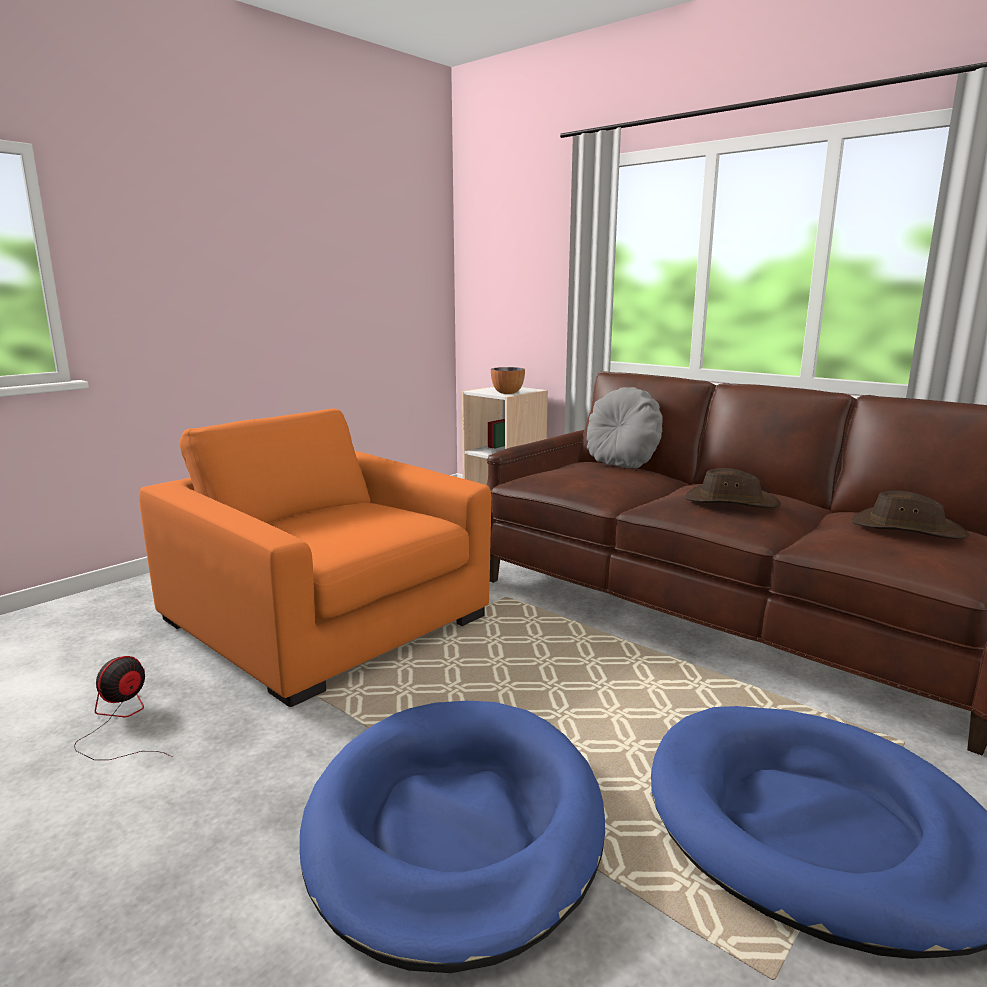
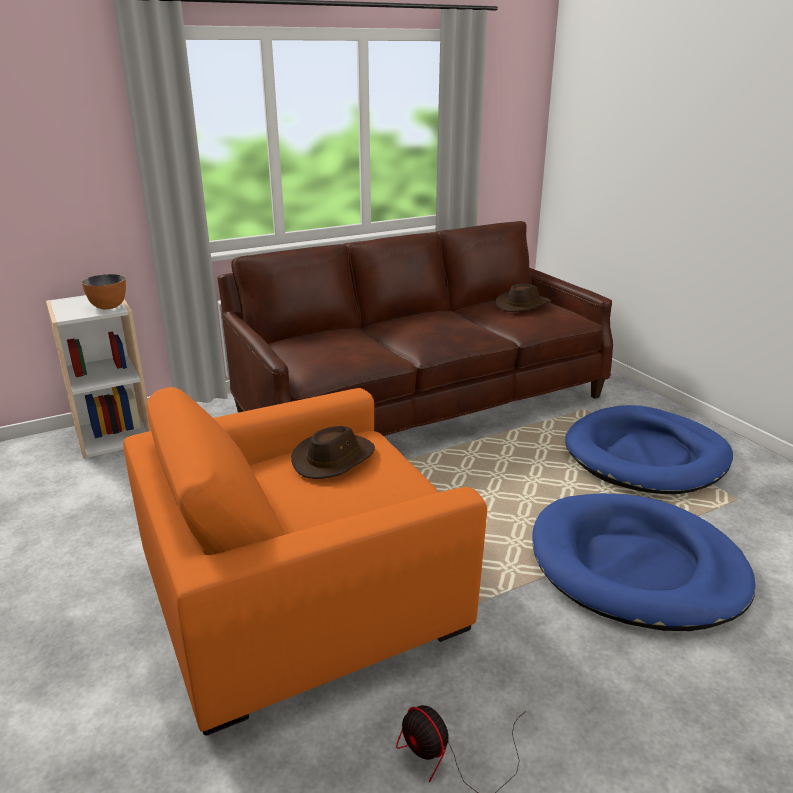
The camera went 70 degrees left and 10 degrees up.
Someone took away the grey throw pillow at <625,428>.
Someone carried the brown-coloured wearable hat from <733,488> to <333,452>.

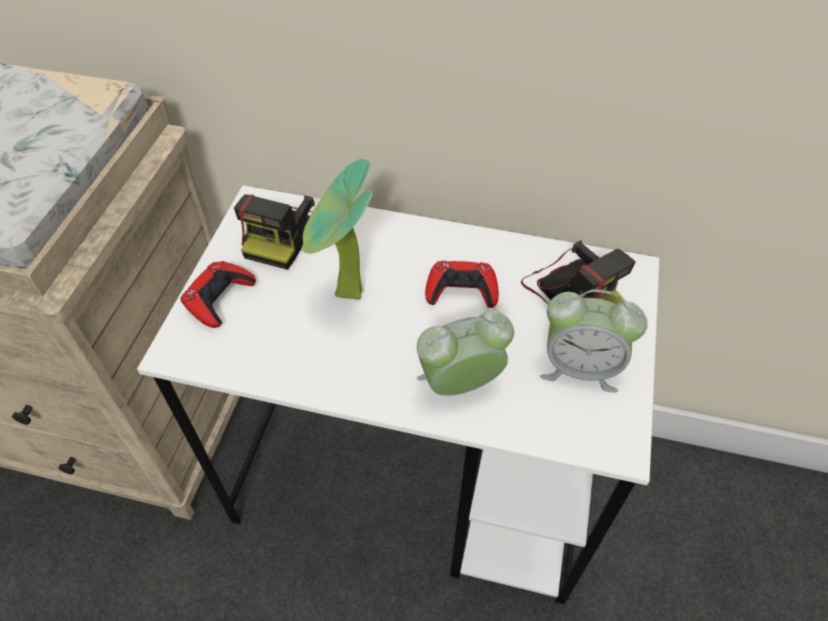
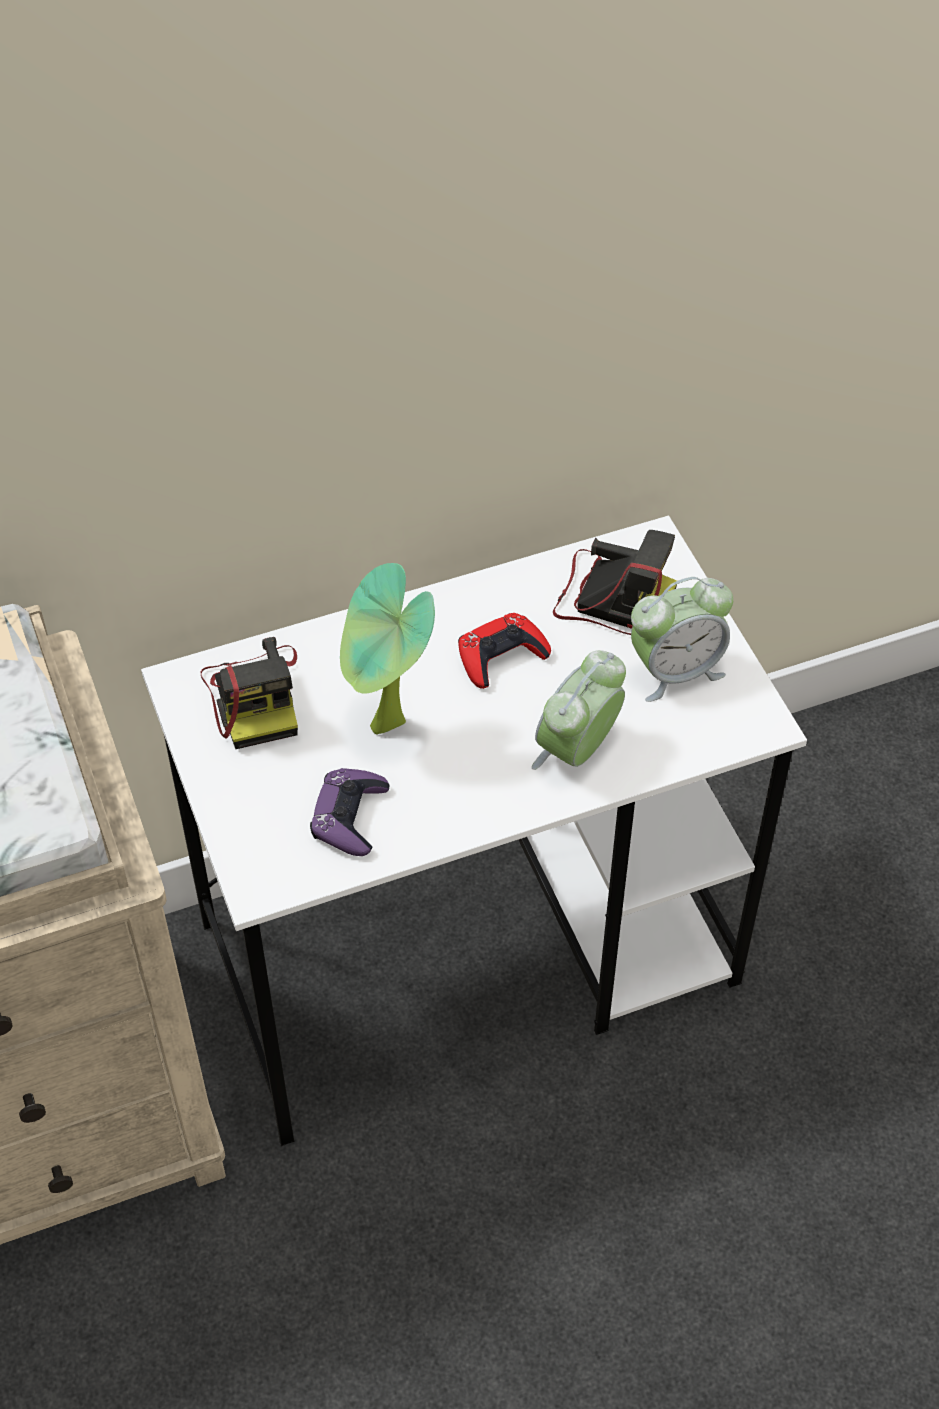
The camera went 35 degrees left and 0 degrees up.
Someone took away the red-coloured joypad at <218,294>.
Someone put down the purple joypad at <349,812>.

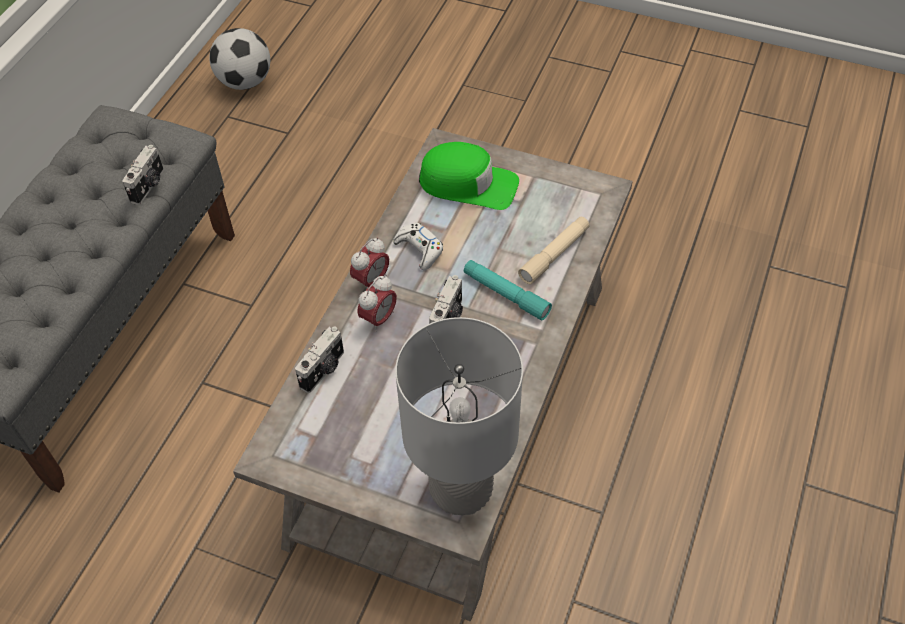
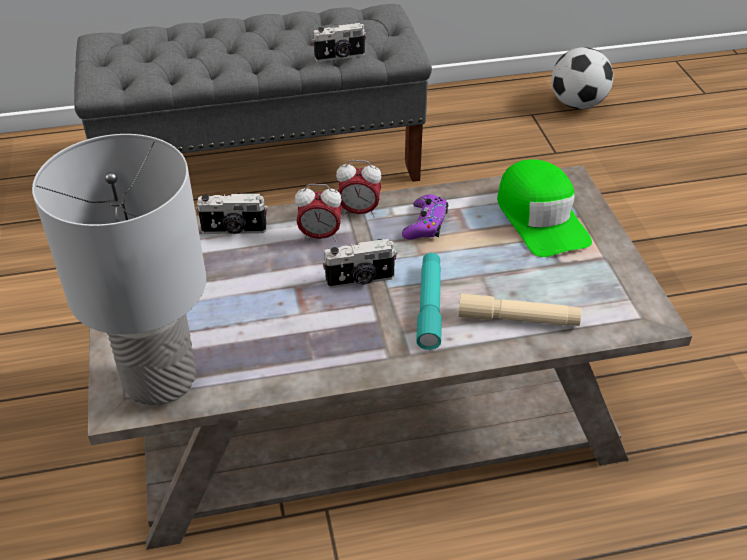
The camera went 55 degrees right and 10 degrees down.
Someone repainted the white joypad at <418,246>, which became the purple joypad at <425,216>.

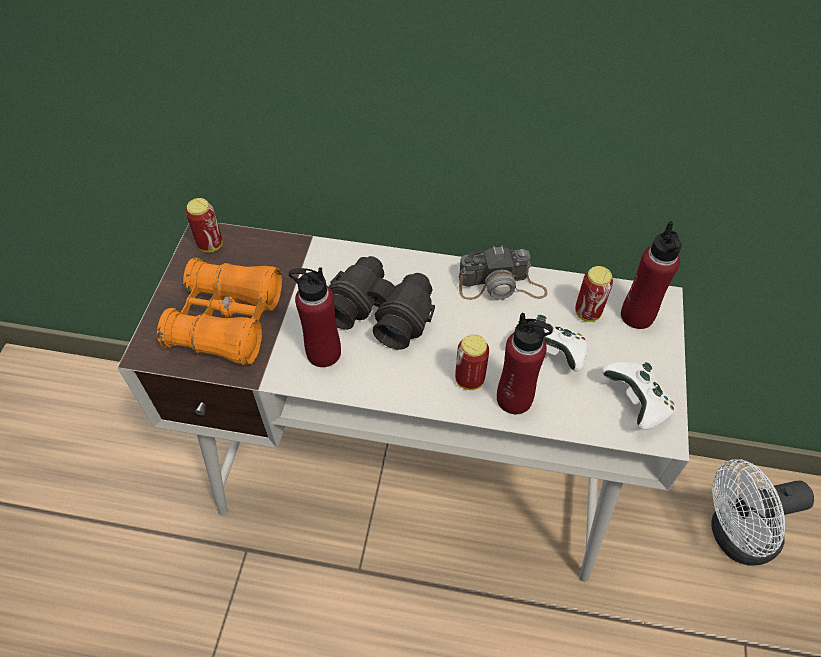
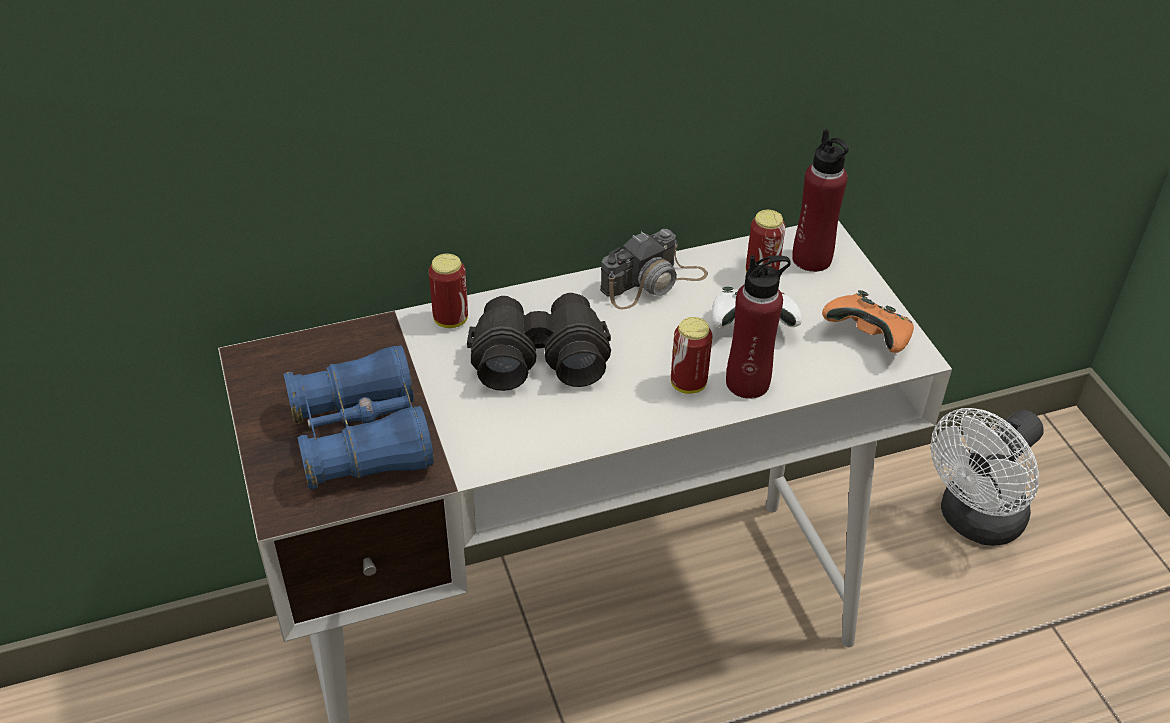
The camera went 30 degrees left and 10 degrees down.
Someone carried the metal can from <204,225> to <448,290>.
Someone repainted the orangey pair of binoculars at <219,311>, which became the blue pair of binoculars at <359,417>.
Someone took away the red-coloured bottle at <315,317>.
Someone repainted the white joypad at <639,396>, which became the orangey joypad at <868,321>.

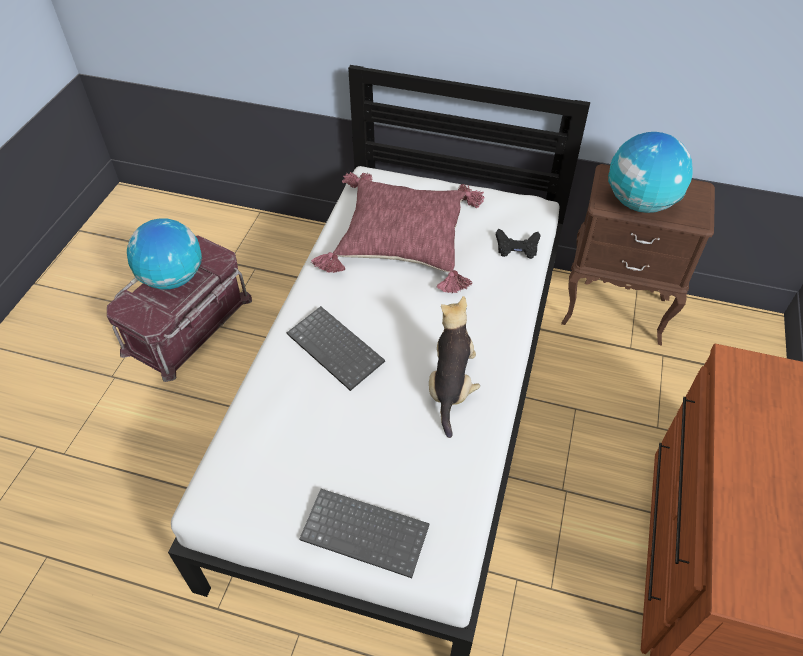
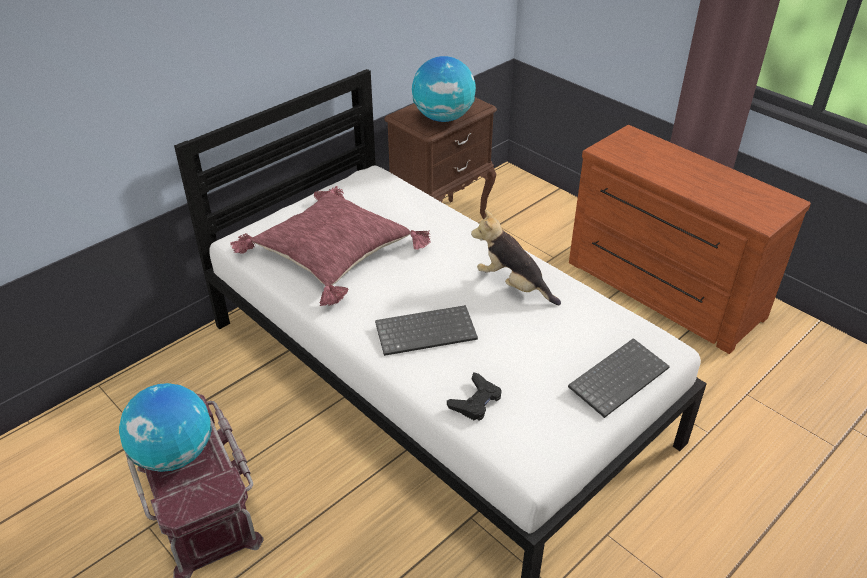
The camera went 60 degrees left and 10 degrees down.
Someone carried the black joypad from <518,244> to <474,396>.

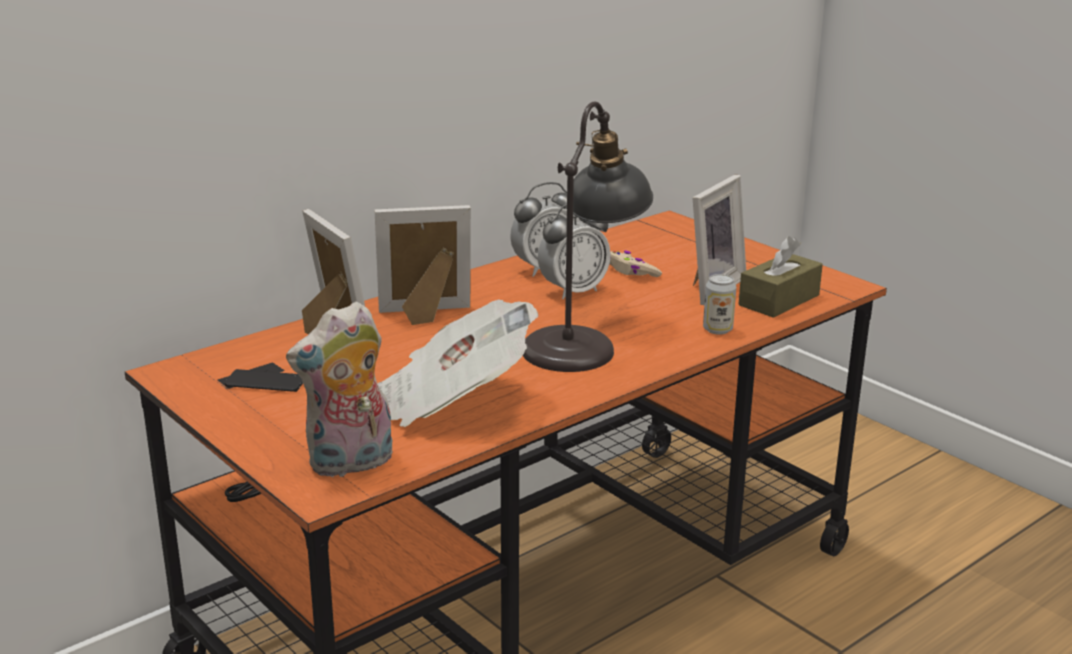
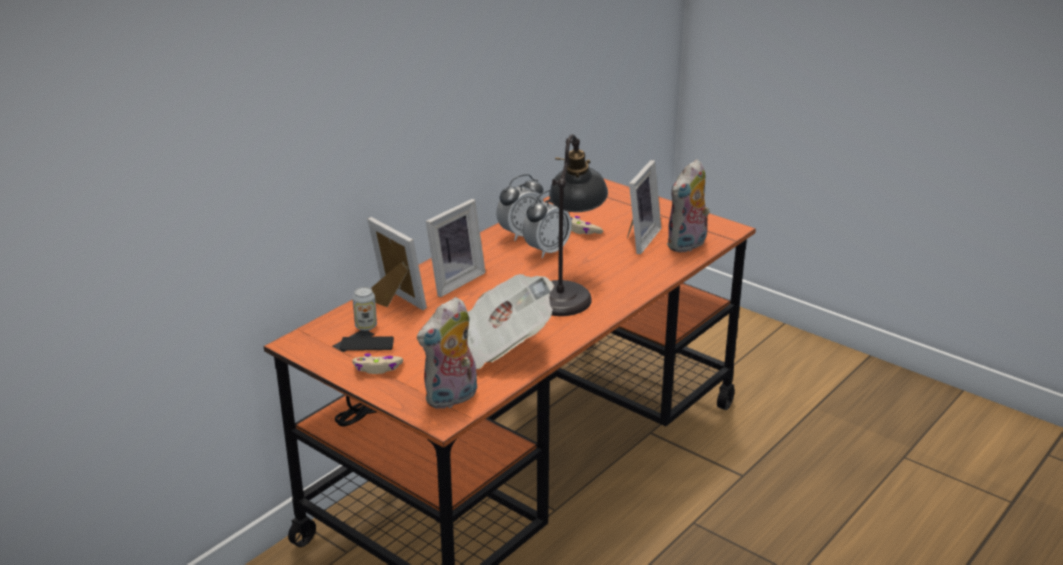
The camera went 10 degrees left and 5 degrees up.
Someone rotated the picture frame at <423,265> by 150 degrees clockwise.
Someone swapped the brown-coloured box of tissues at <781,277> for the plush toy at <688,206>.
Someone carried the metal can from <719,304> to <365,309>.
Someone put down the beige-coloured joypad at <377,363>.

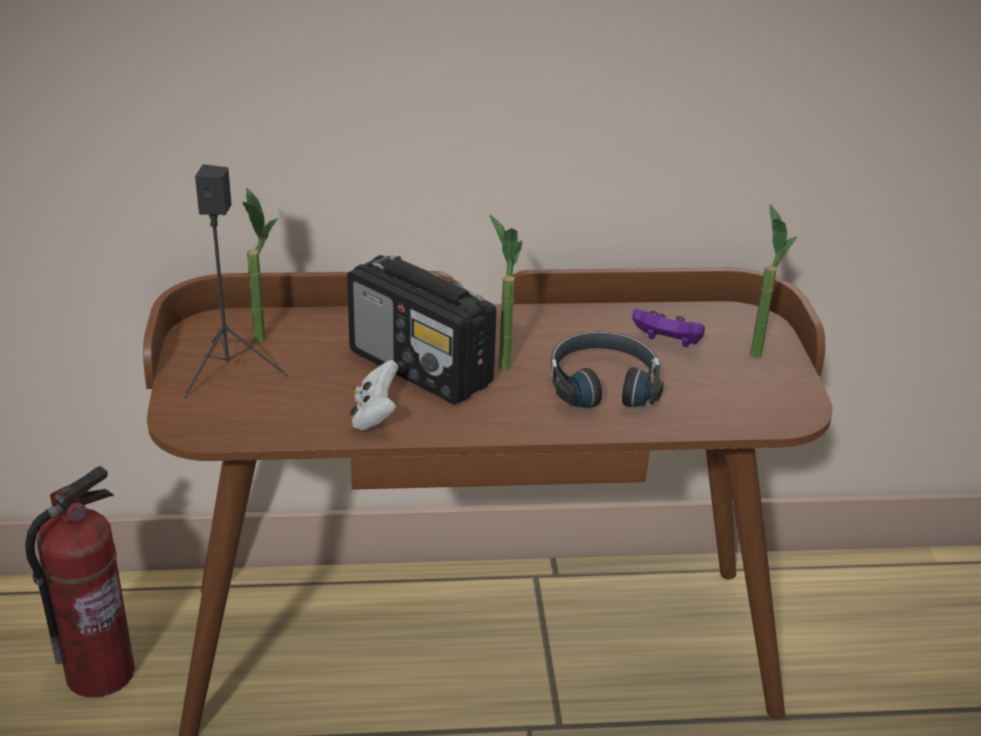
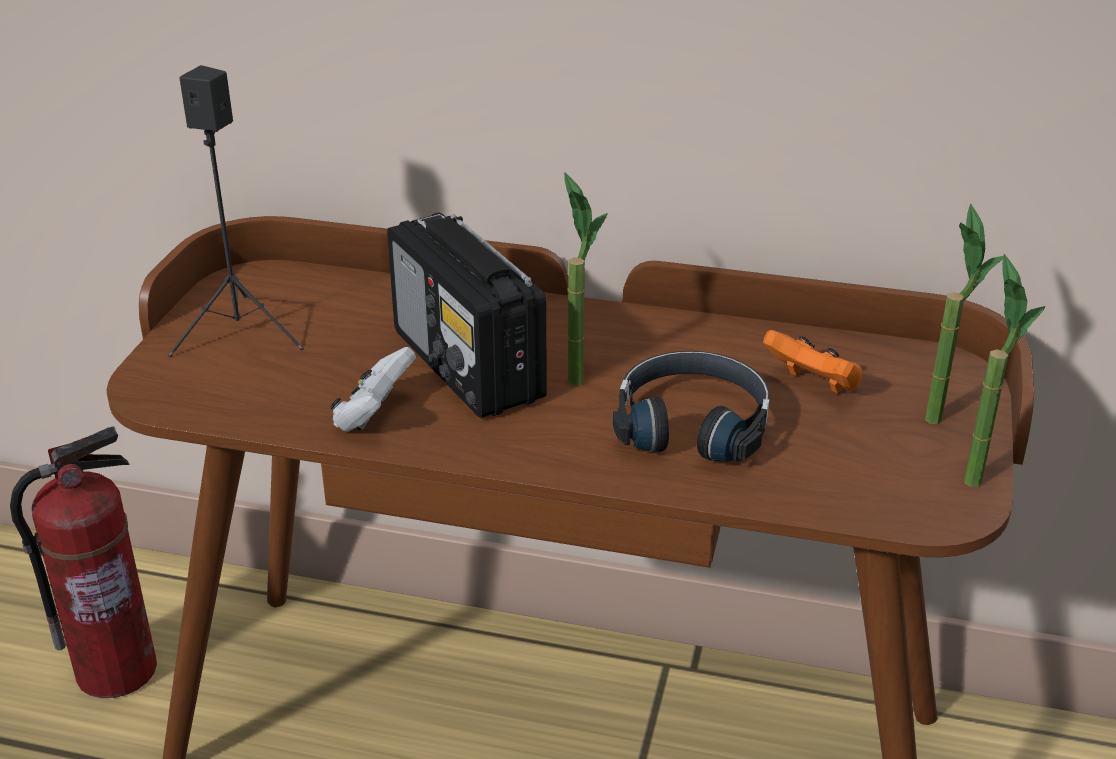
The camera went 20 degrees right and 0 degrees up.
Someone carried the potted plant from <260,265> to <1004,370>.
Someone repainted the purple joypad at <668,328>, which became the orangey joypad at <812,362>.

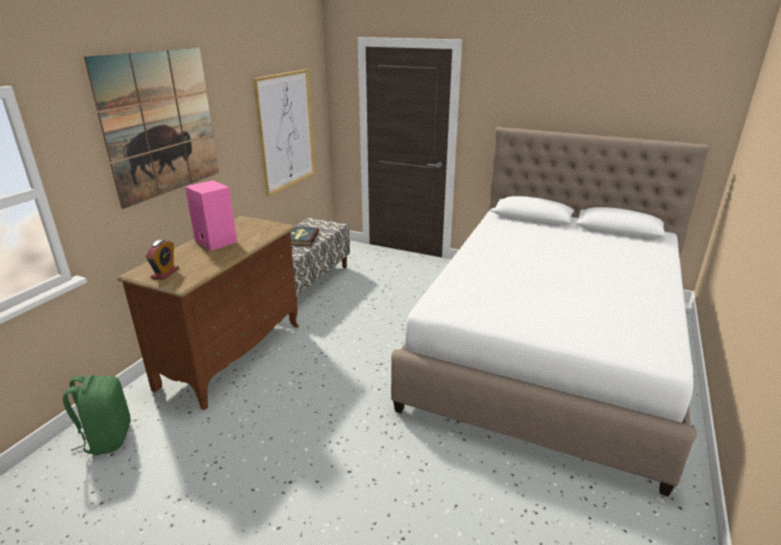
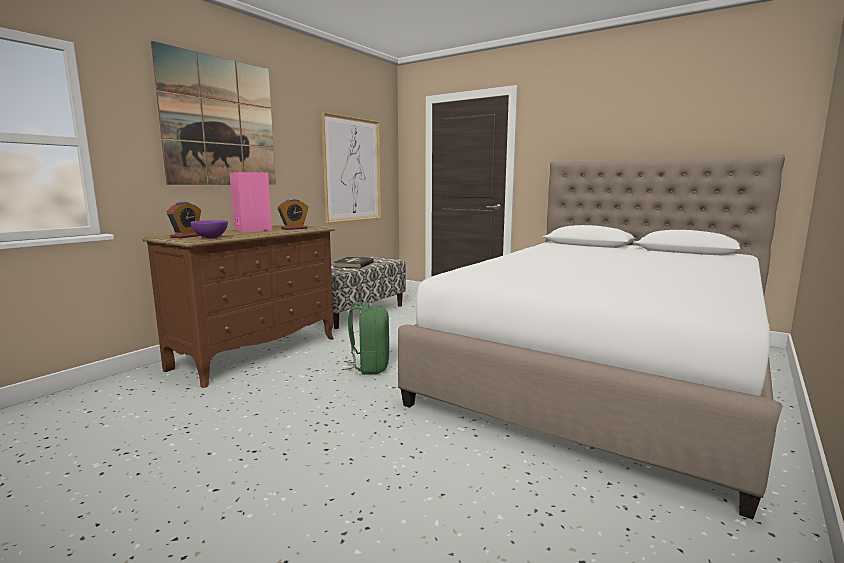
The camera went 10 degrees right and 15 degrees down.
Someone carried the green-coloured rucksack from <97,415> to <365,338>.
Someone put down the table clock at <293,214>.
Someone put down the purple deep dish at <209,229>.

